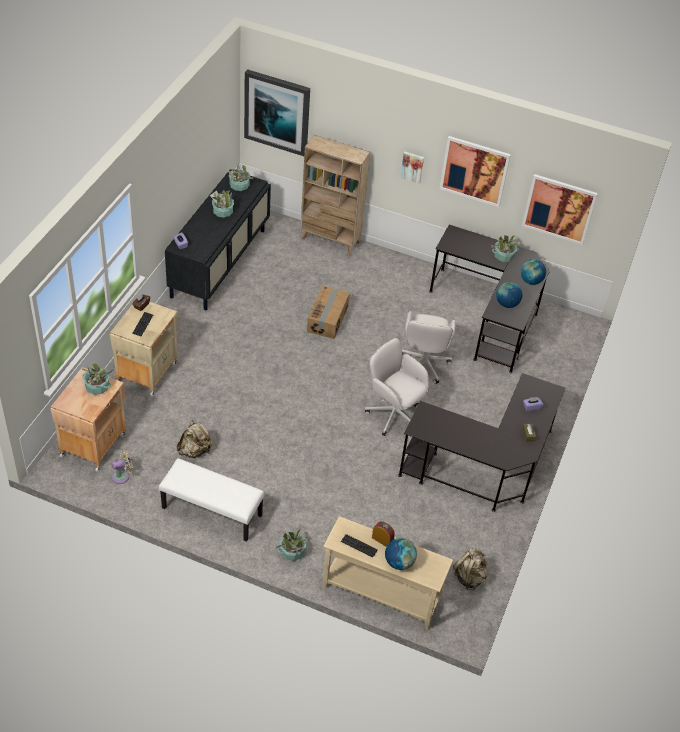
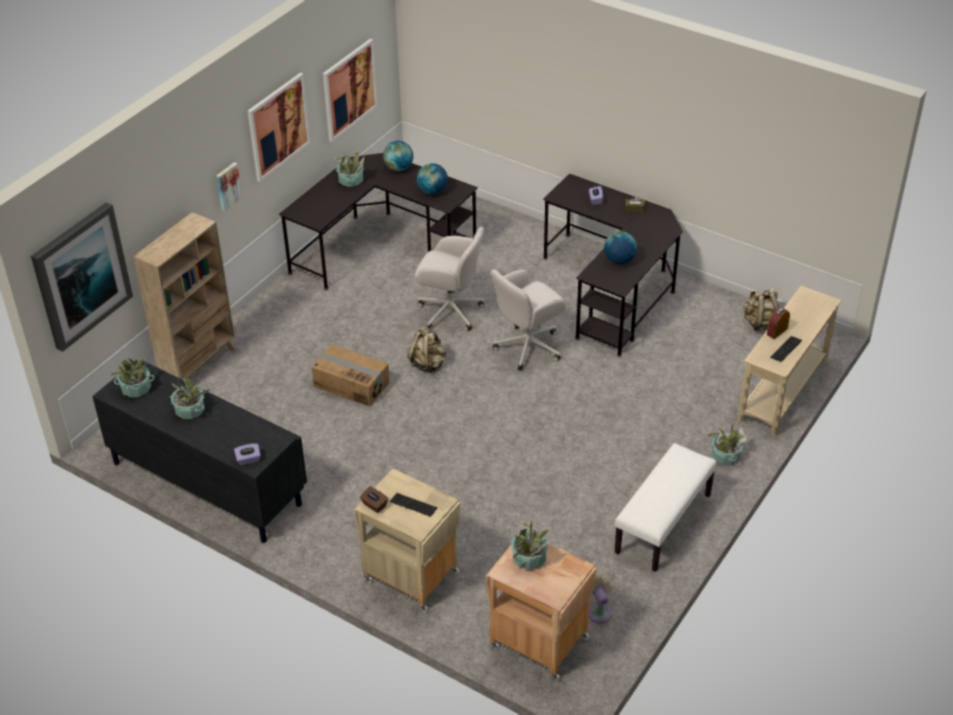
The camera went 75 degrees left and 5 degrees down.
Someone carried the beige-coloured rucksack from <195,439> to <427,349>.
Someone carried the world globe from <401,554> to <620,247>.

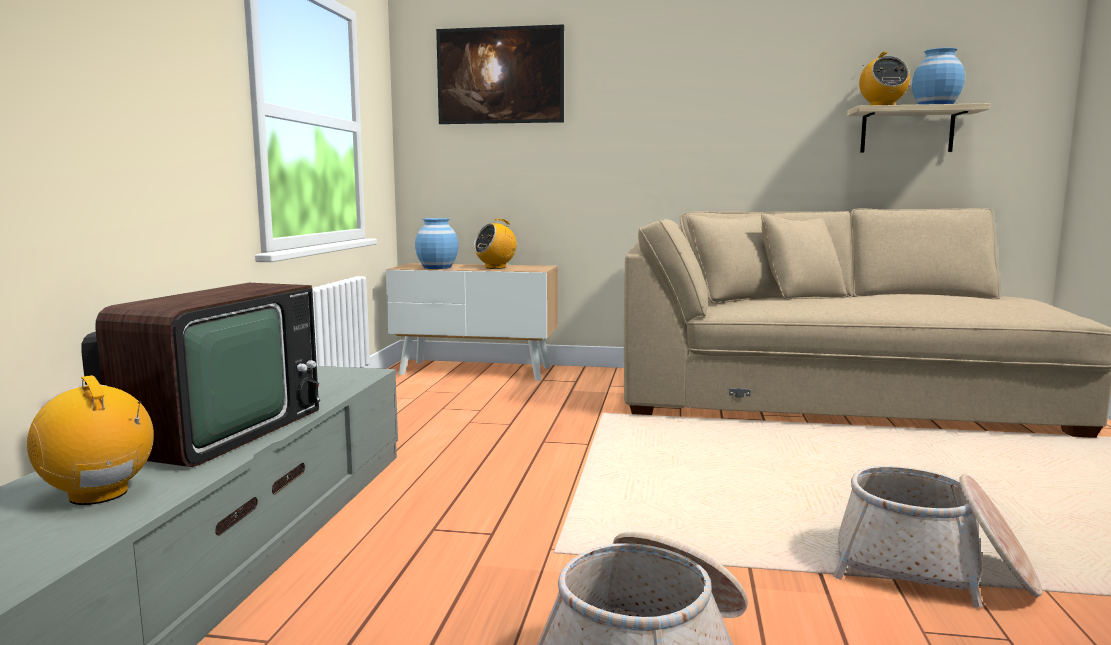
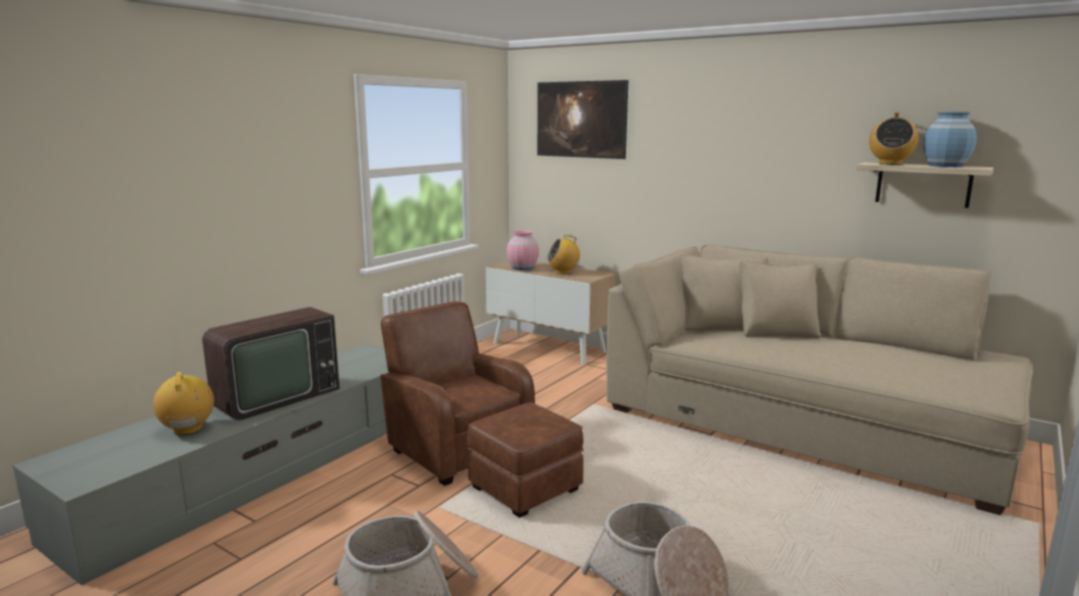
The camera went 25 degrees right and 5 degrees up.
Someone repainted the blue vase at <437,243>, which became the pink vase at <523,250>.
Someone put down the brown-coloured armchair at <482,409>.

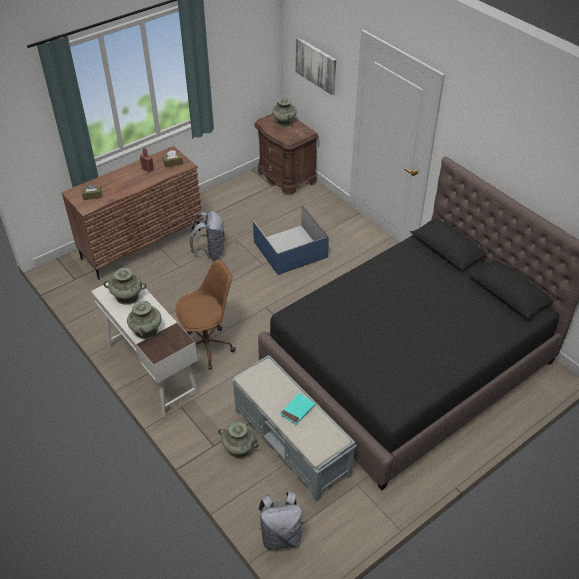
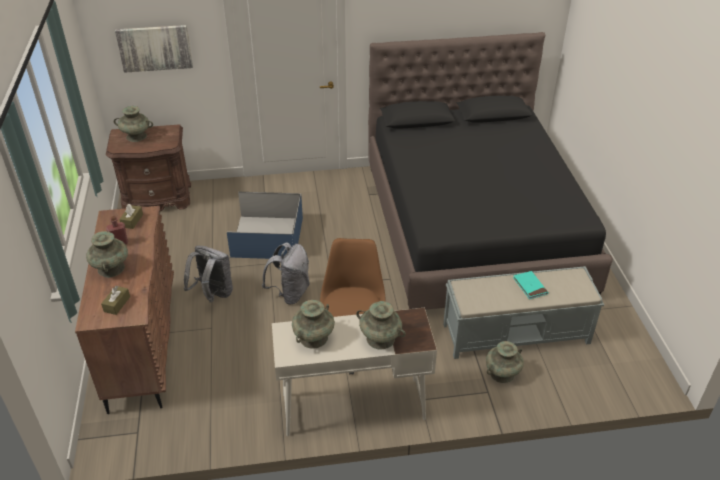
The camera went 60 degrees left and 5 degrees down.
Someone carried the grey rucksack from <280,520> to <286,273>.
Someone put down the turquoise-coloured vase at <107,254>.

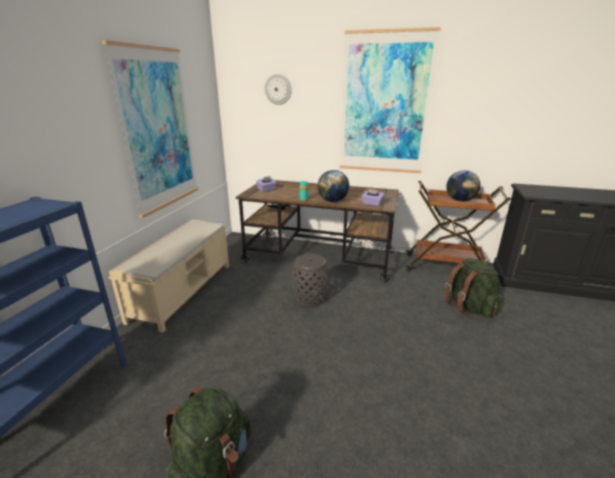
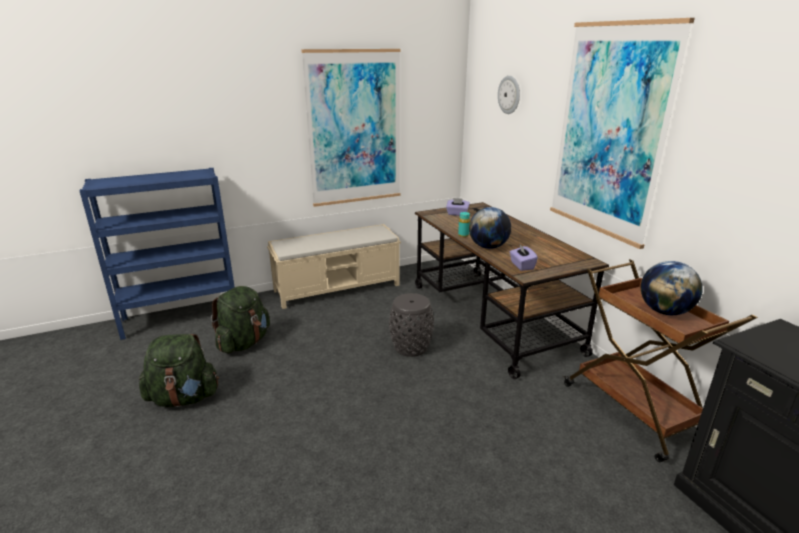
The camera went 50 degrees right and 0 degrees up.
Someone carried the green-coloured rucksack from <473,287> to <240,319>.

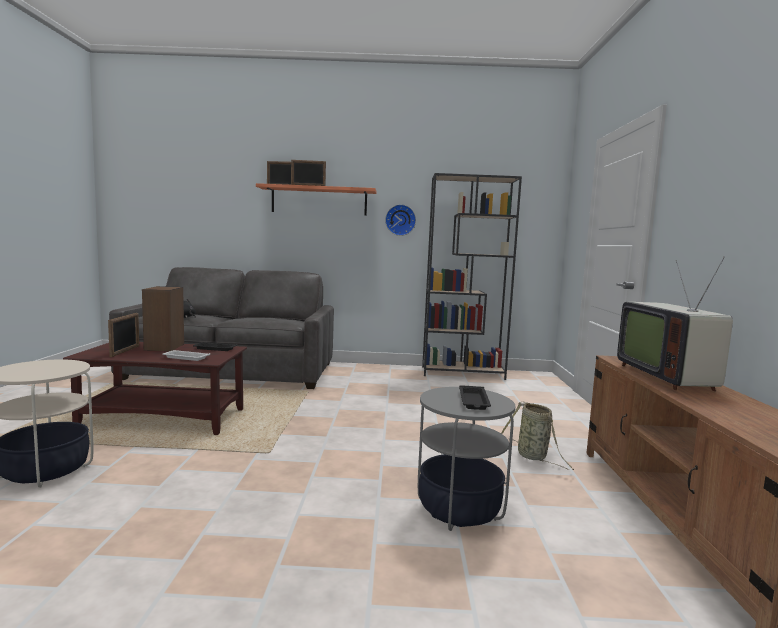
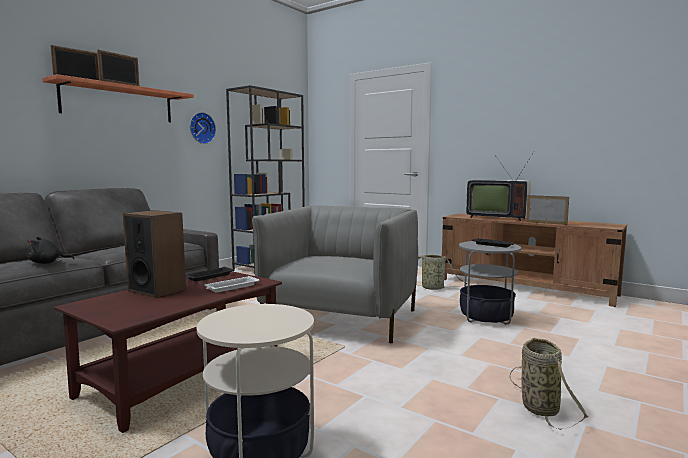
The camera went 55 degrees left and 0 degrees up.
Someone carried the picture frame from <123,335> to <547,210>.
Someone put down the grey armchair at <335,274>.
Someone put down the household basket at <548,384>.

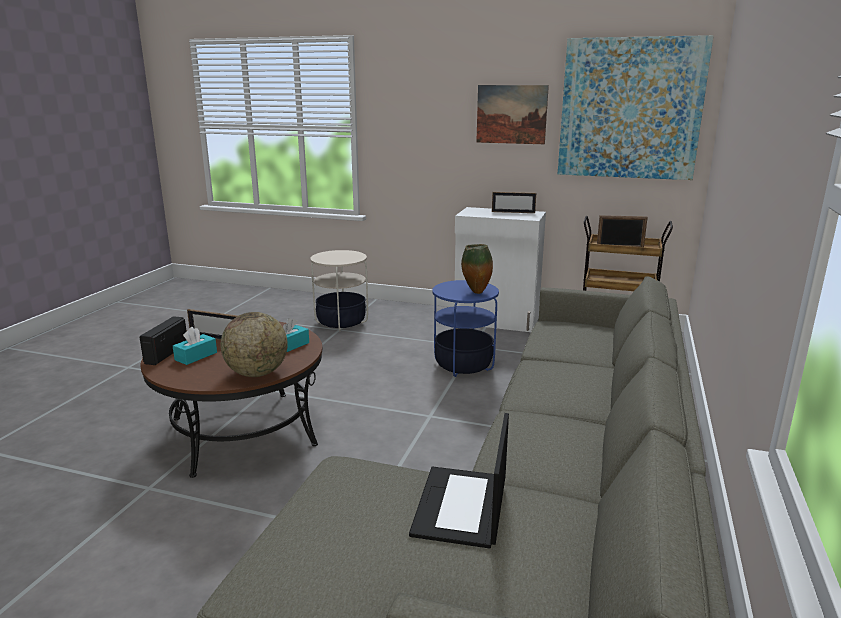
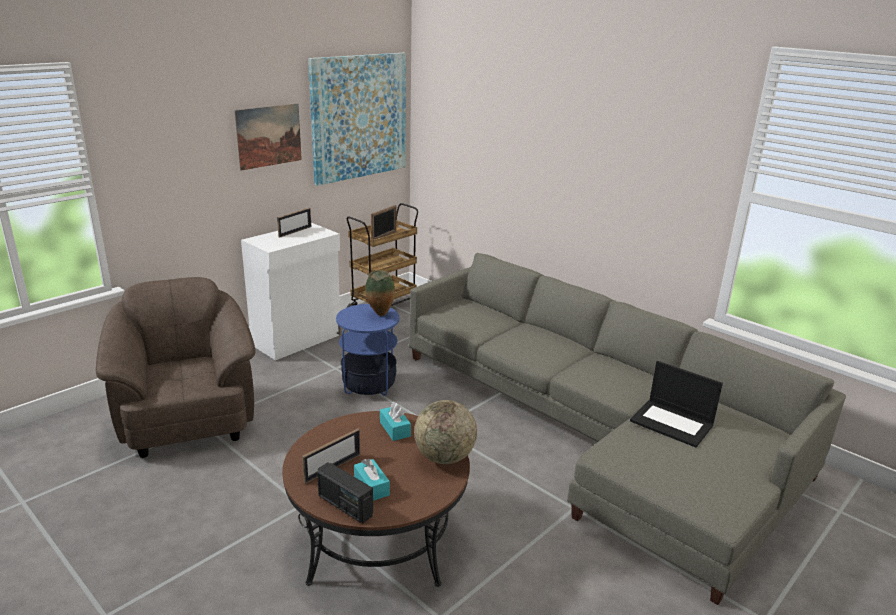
The camera went 65 degrees left and 5 degrees up.
Someone swapped the beige-coloured accent table at <339,290> for the brown-coloured armchair at <176,367>.

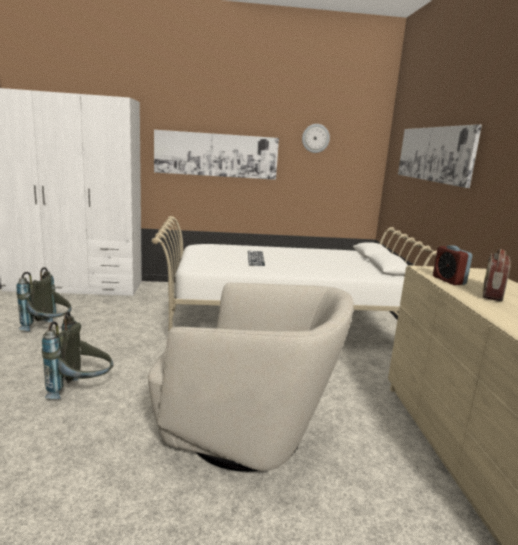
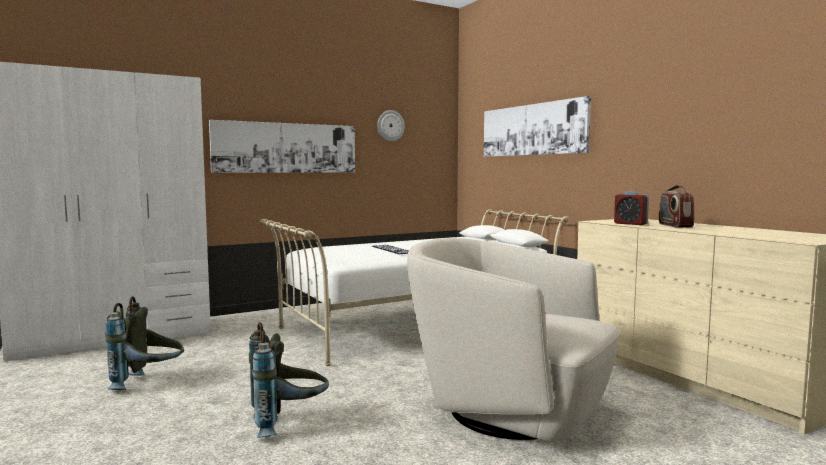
The camera went 25 degrees left and 10 degrees down.
Someone rotated the beige-coloured armchair at <250,377> by 135 degrees counterclockwise.

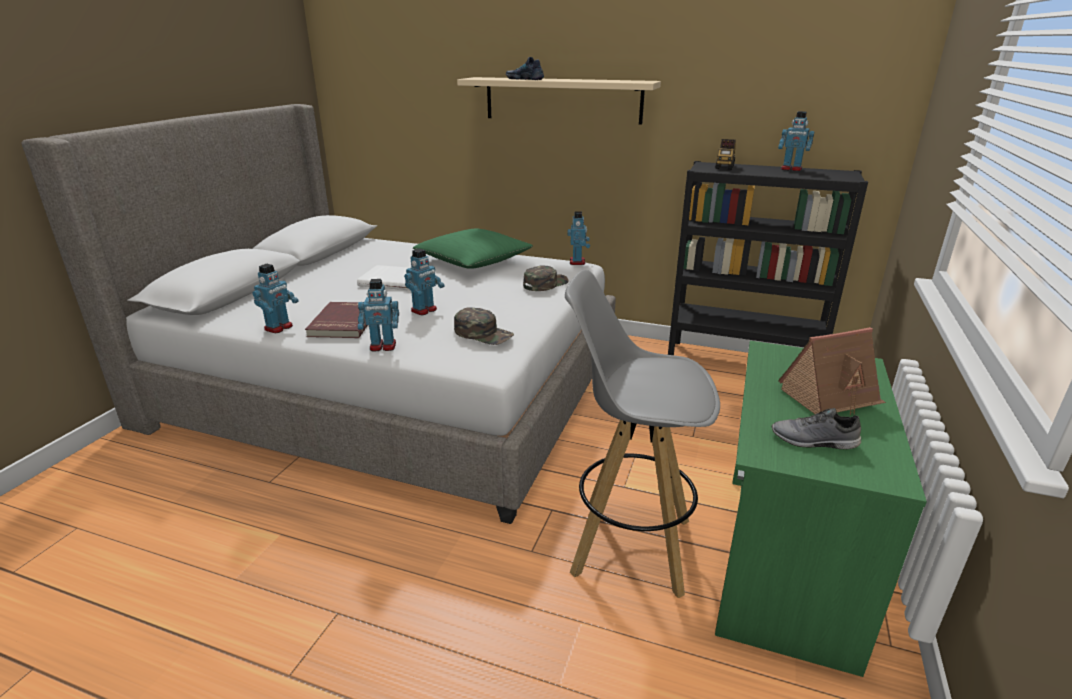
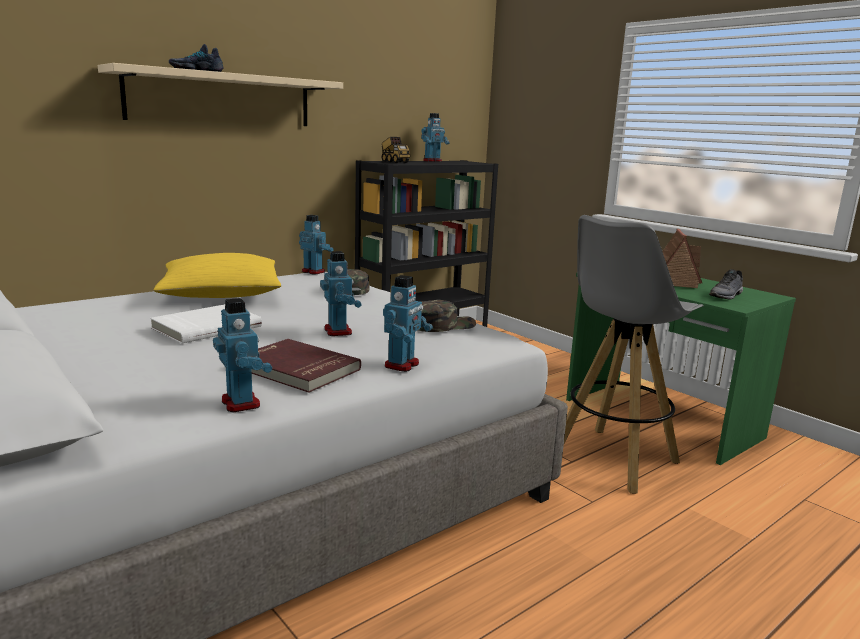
The camera went 60 degrees left and 10 degrees down.
Someone repainted the green-coloured throw pillow at <473,249>, which became the yellowish throw pillow at <217,275>.

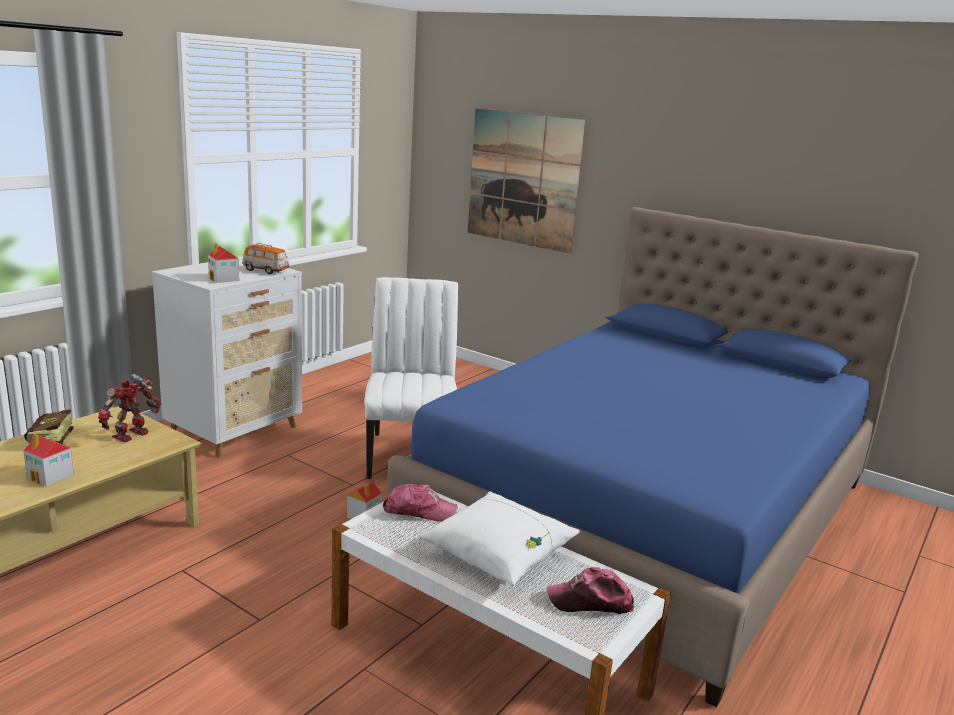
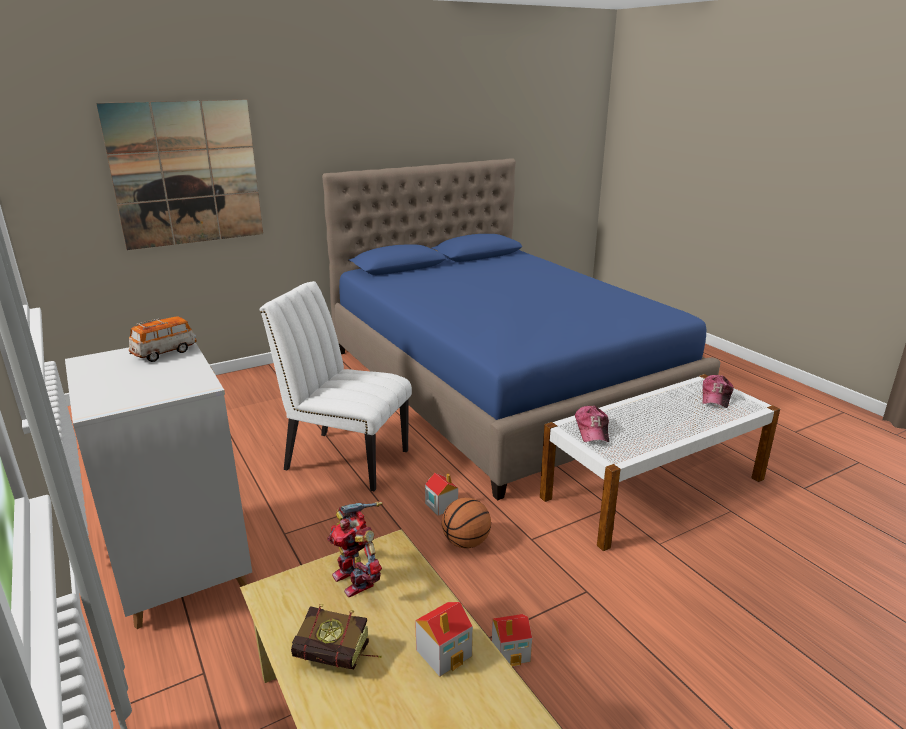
The camera went 65 degrees left and 5 degrees up.
Someone carried the toy house from <223,263> to <512,640>.
Someone rotated the peaked cap at <420,503> by 150 degrees clockwise.
Someone took away the white throw pillow at <500,538>.
Someone put down the ball for basketball at <466,523>.

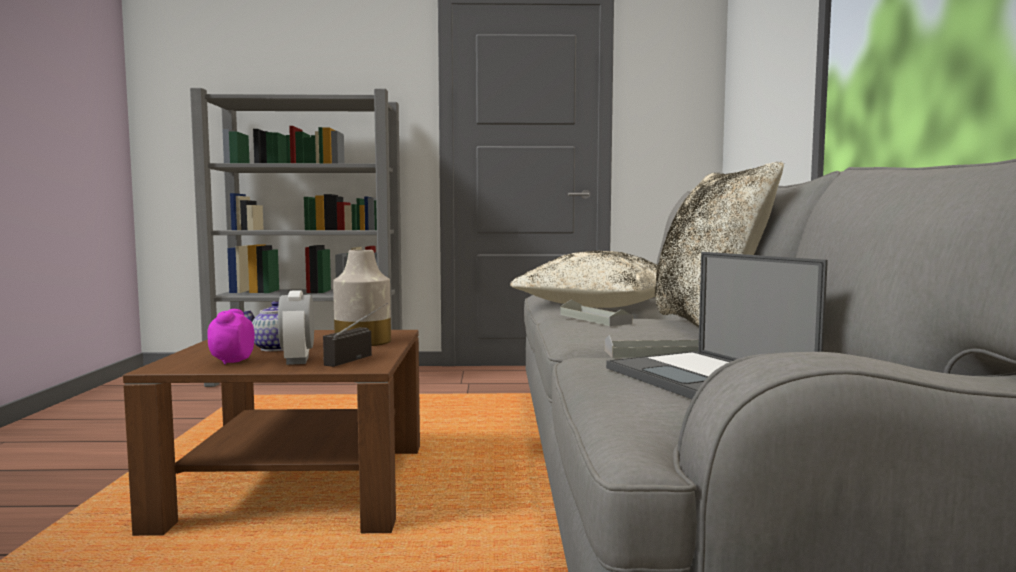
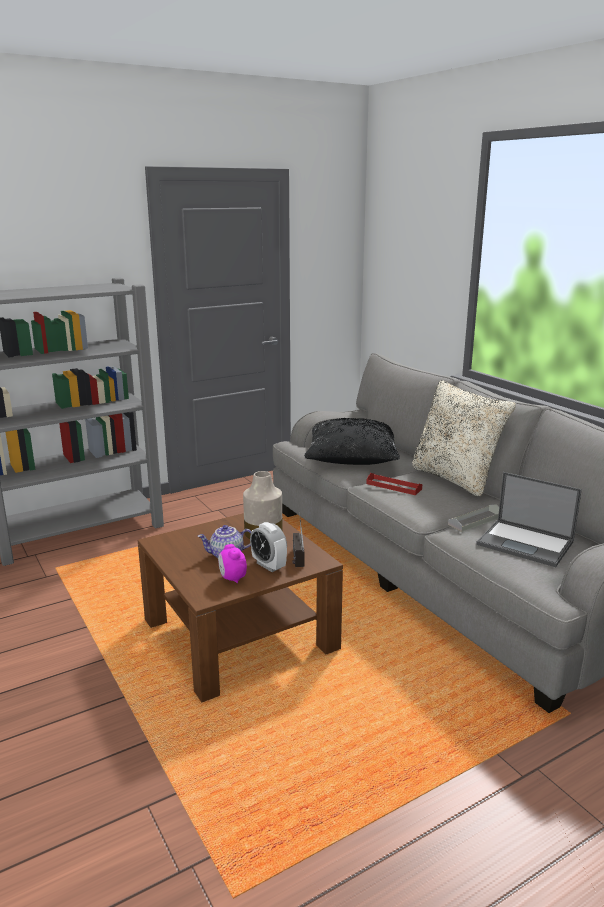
The camera went 30 degrees left and 15 degrees up.
Someone repainted the beige-coloured throw pillow at <584,279>, which became the black throw pillow at <352,441>.
Someone repainted the grey carrying tray at <596,313>, which became the red-coloured carrying tray at <394,484>.

